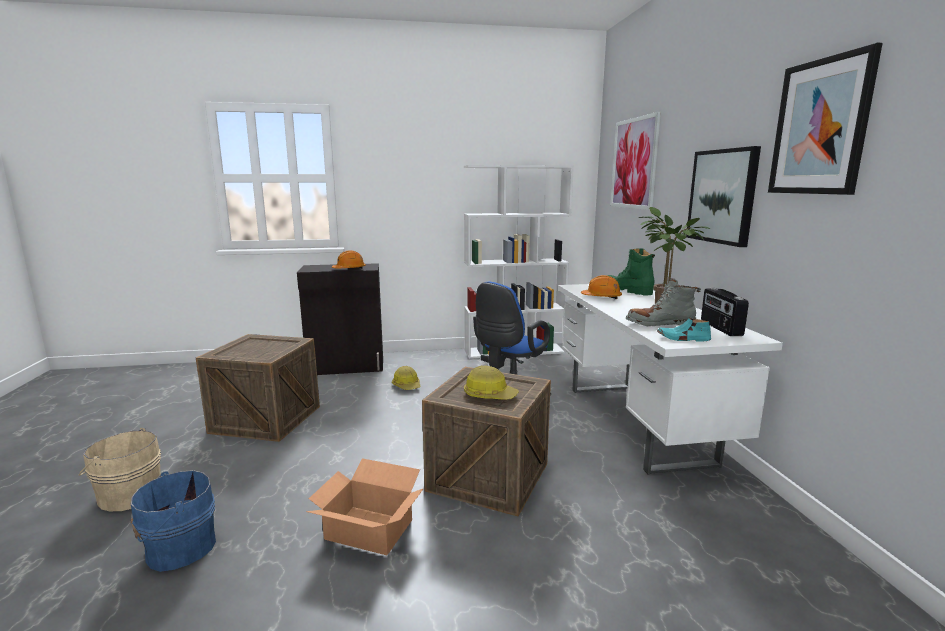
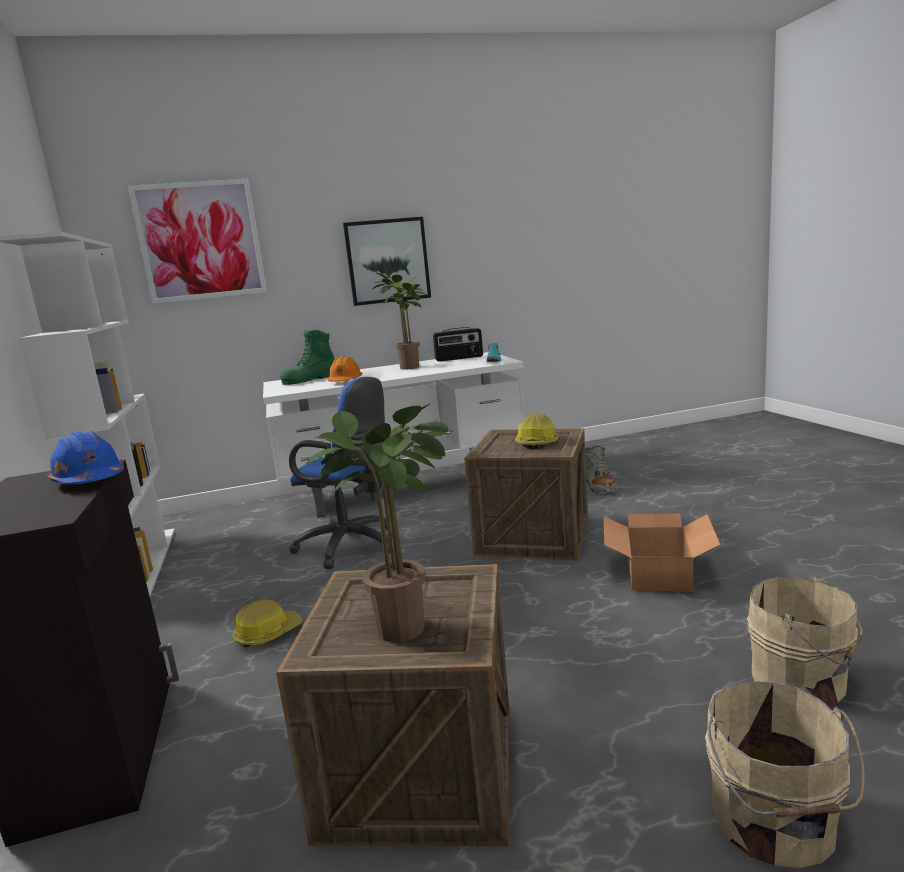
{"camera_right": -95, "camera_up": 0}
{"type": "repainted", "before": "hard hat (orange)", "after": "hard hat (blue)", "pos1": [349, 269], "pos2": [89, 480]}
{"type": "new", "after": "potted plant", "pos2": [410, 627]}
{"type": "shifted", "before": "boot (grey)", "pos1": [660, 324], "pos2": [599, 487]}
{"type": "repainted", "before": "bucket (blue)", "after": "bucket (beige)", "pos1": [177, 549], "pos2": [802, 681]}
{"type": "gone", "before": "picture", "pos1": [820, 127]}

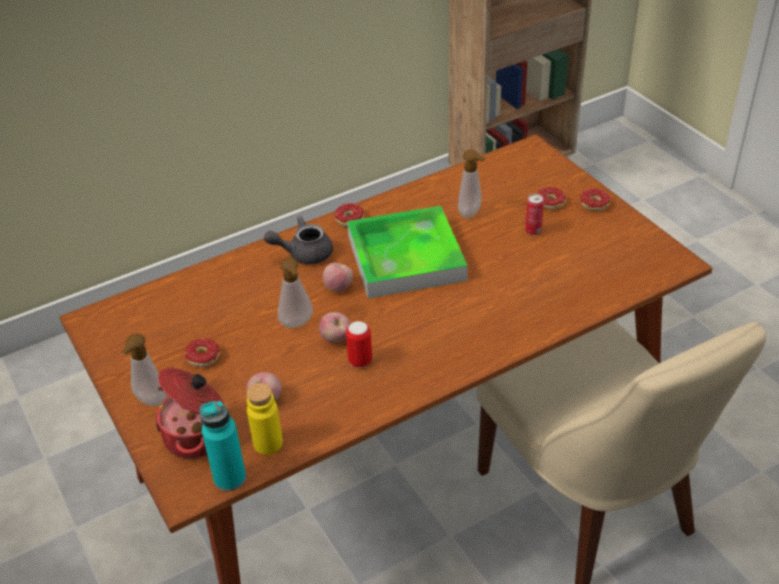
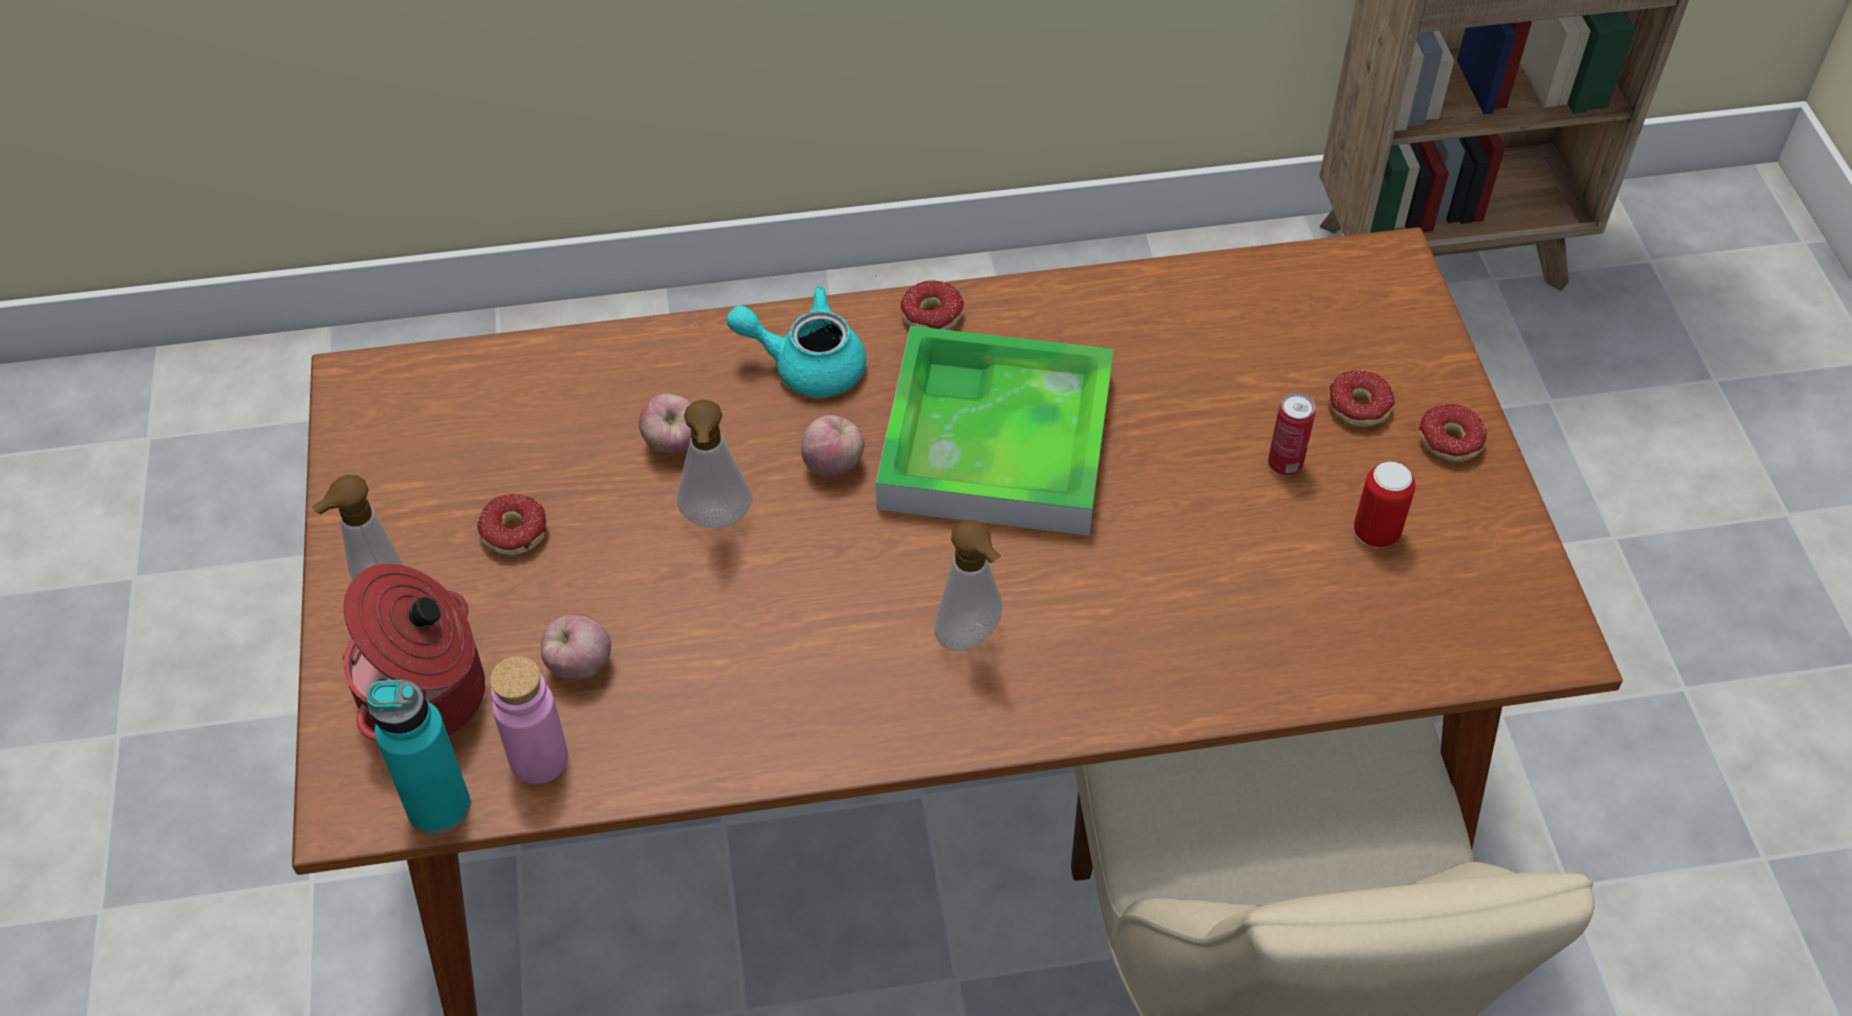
{"camera_right": 20, "camera_up": 10}
{"type": "repainted", "before": "bottle (yellow)", "after": "bottle (pink)", "pos1": [268, 443], "pos2": [539, 759]}
{"type": "shifted", "before": "apple", "pos1": [336, 339], "pos2": [673, 444]}
{"type": "repainted", "before": "teapot (grey)", "after": "teapot (turquoise)", "pos1": [303, 253], "pos2": [806, 365]}
{"type": "shifted", "before": "soap dispenser", "pos1": [471, 213], "pos2": [972, 639]}
{"type": "shifted", "before": "can", "pos1": [360, 361], "pos2": [1376, 533]}

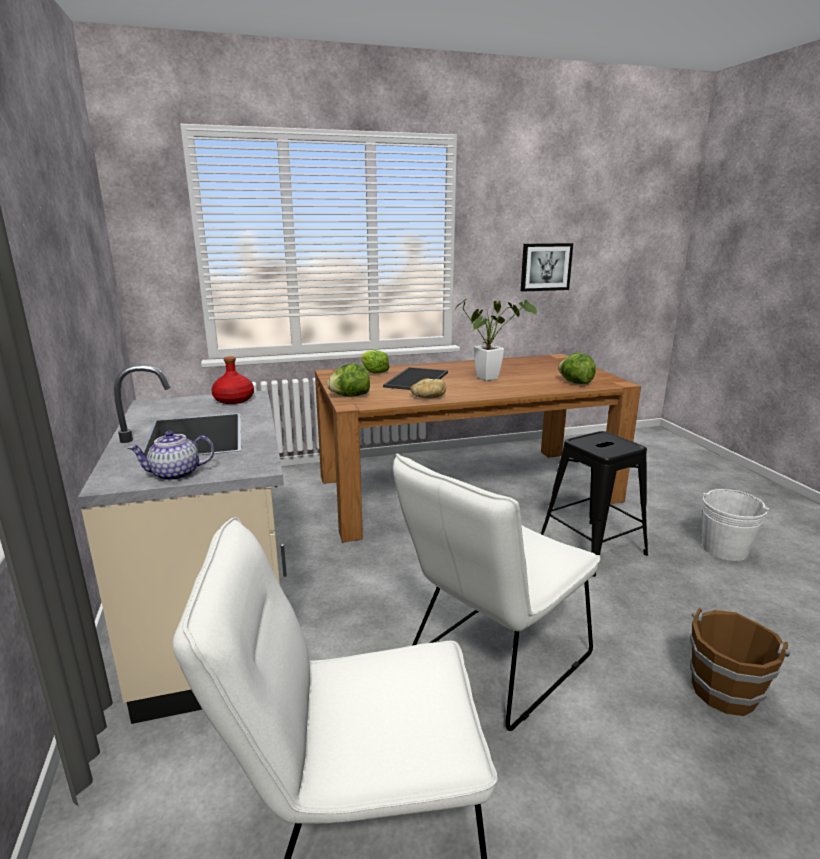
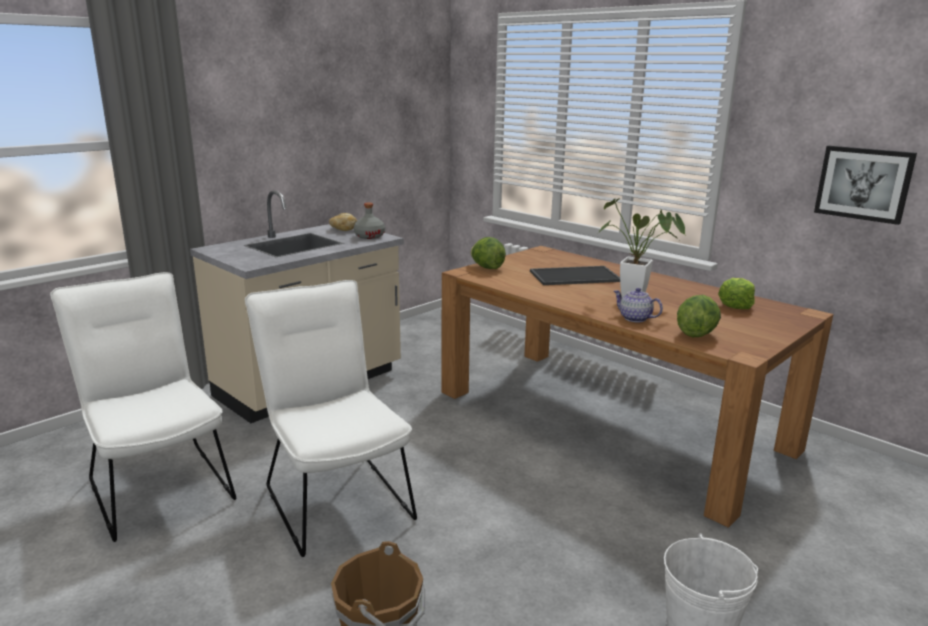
{"camera_right": 60, "camera_up": 0}
{"type": "rotated", "before": "chair (white)", "pos1": [491, 663], "pos2": [335, 497], "turn": 45}
{"type": "shifted", "before": "bread", "pos1": [428, 397], "pos2": [343, 229]}
{"type": "repainted", "before": "bottle (red)", "after": "bottle (grey)", "pos1": [233, 400], "pos2": [369, 236]}
{"type": "shifted", "before": "teapot", "pos1": [175, 474], "pos2": [634, 318]}
{"type": "shifted", "before": "lettuce", "pos1": [374, 371], "pos2": [735, 305]}
{"type": "gone", "before": "stool (black)", "pos1": [592, 547]}

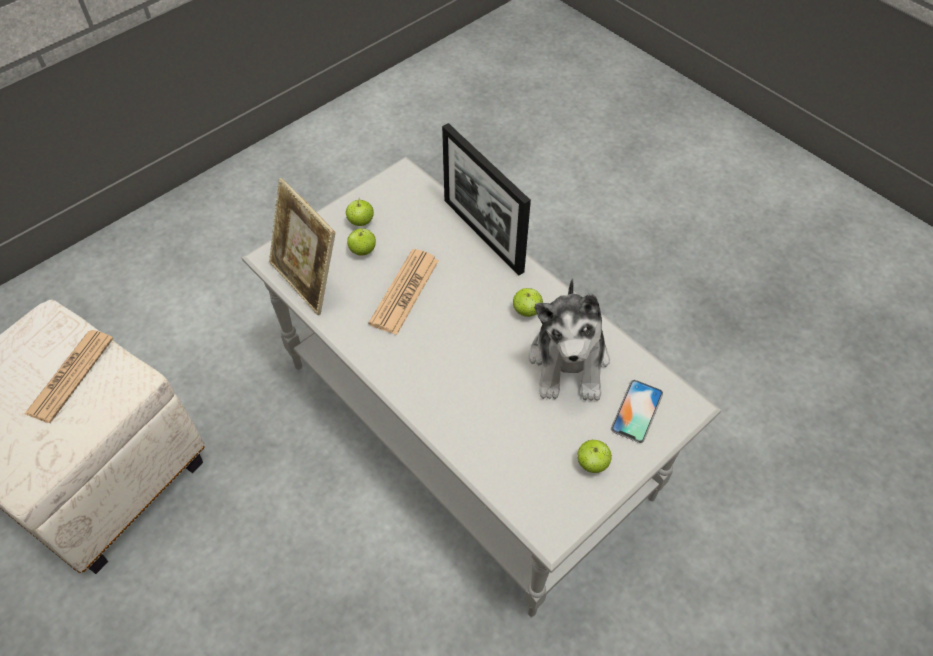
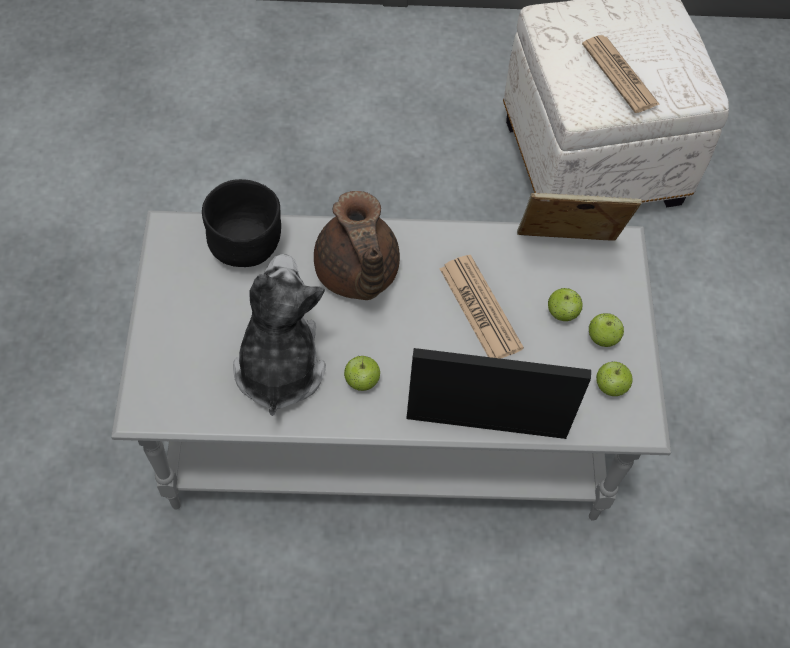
{"camera_right": 130, "camera_up": 5}
{"type": "new", "after": "bowl (black)", "pos2": [247, 249]}
{"type": "rotated", "before": "plush toy", "pos1": [569, 361], "pos2": [279, 366], "turn": 45}
{"type": "new", "after": "teapot (brown)", "pos2": [356, 274]}
{"type": "shifted", "before": "apple", "pos1": [592, 464], "pos2": [610, 387]}
{"type": "gone", "before": "phone", "pos1": [637, 411]}

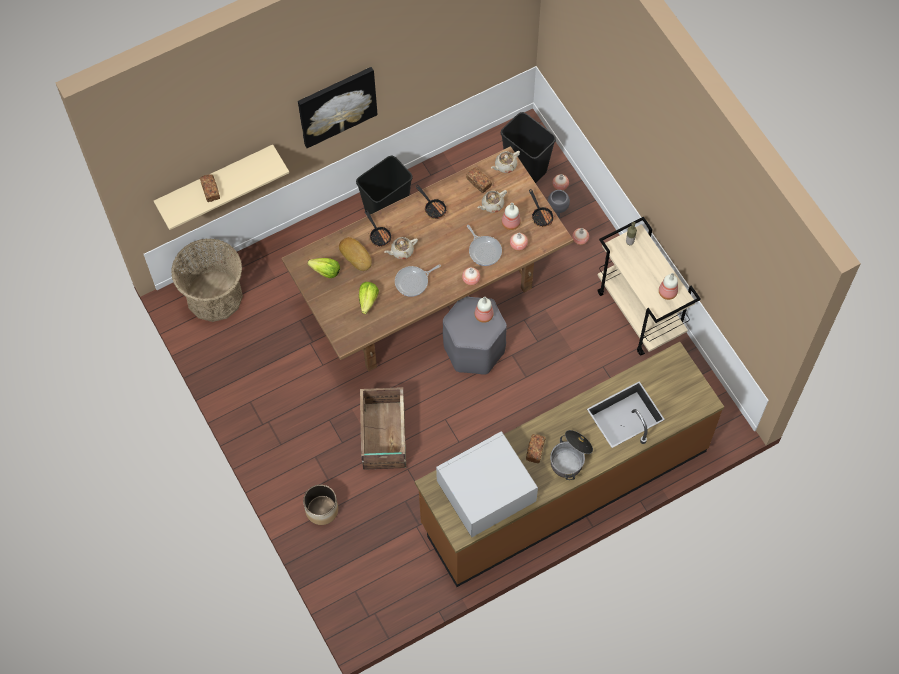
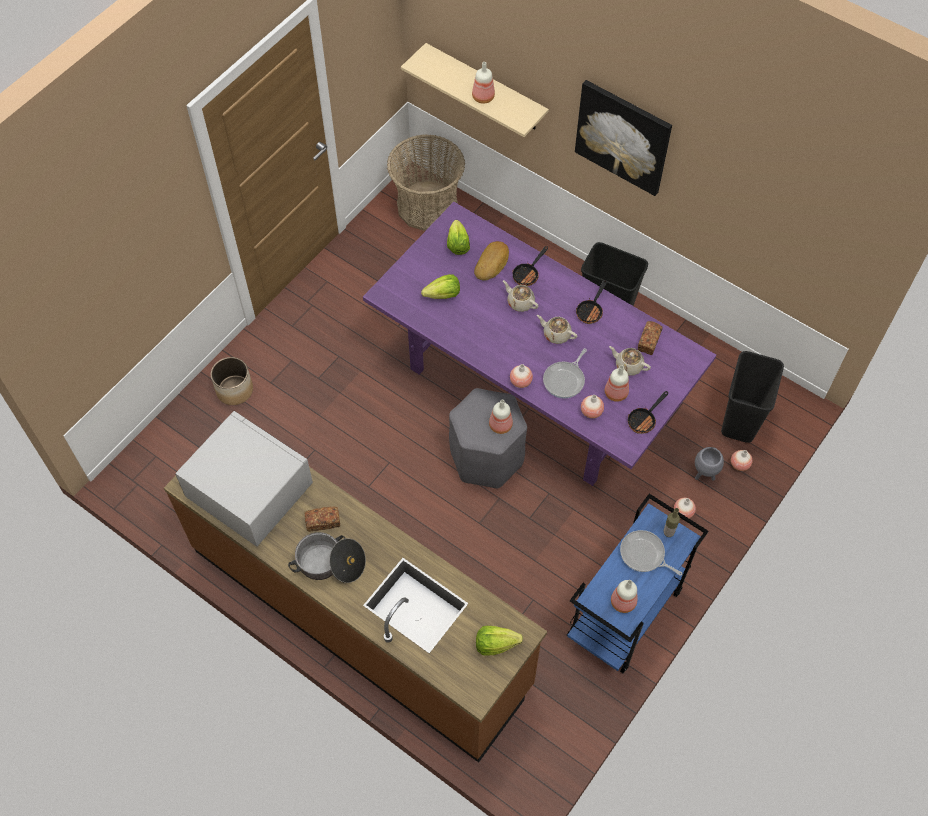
{"camera_right": 65, "camera_up": -5}
{"type": "repainted", "before": "dining table (brown)", "after": "dining table (purple)", "pos1": [430, 292], "pos2": [532, 388]}
{"type": "new", "after": "bottle", "pos2": [482, 97]}
{"type": "new", "after": "lettuce", "pos2": [495, 644]}
{"type": "shifted", "before": "teapot (beige)", "pos1": [505, 165], "pos2": [556, 334]}
{"type": "repainted", "before": "cart (beige)", "after": "cart (blue)", "pos1": [641, 313], "pos2": [624, 615]}
{"type": "shifted", "before": "frying pan", "pos1": [413, 282], "pos2": [644, 555]}
{"type": "gone", "before": "bread", "pos1": [210, 191]}
{"type": "gone", "before": "crate", "pos1": [383, 437]}

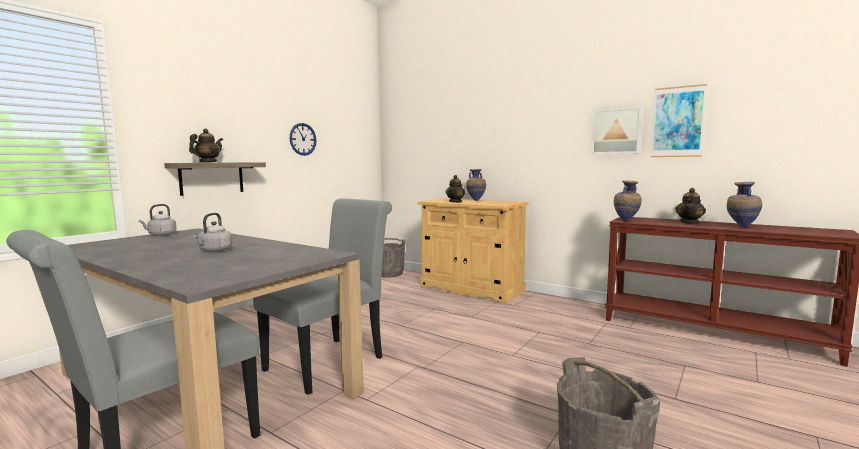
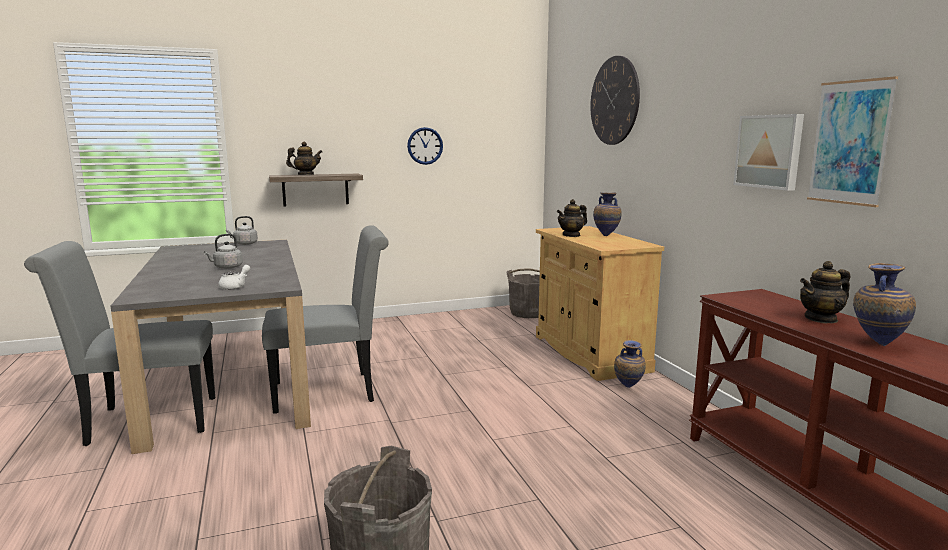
{"camera_right": 35, "camera_up": 5}
{"type": "new", "after": "teapot (white)", "pos2": [235, 286]}
{"type": "new", "after": "wall clock", "pos2": [614, 101]}
{"type": "shifted", "before": "vase", "pos1": [626, 221], "pos2": [628, 388]}

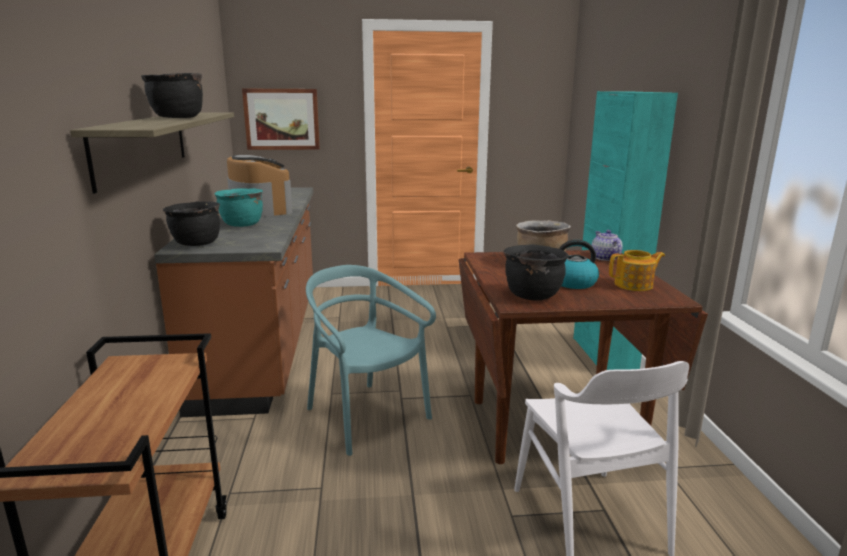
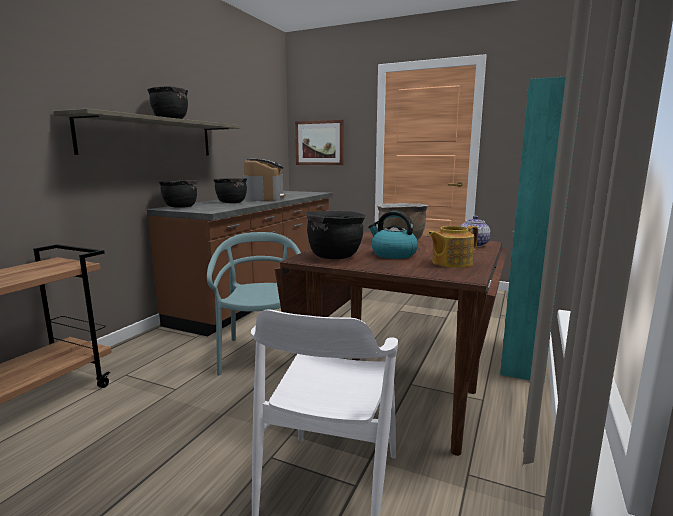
{"camera_right": 30, "camera_up": -5}
{"type": "repainted", "before": "cooking pot (turquoise)", "after": "cooking pot (black)", "pos1": [241, 225], "pos2": [231, 202]}
{"type": "rotated", "before": "teapot", "pos1": [634, 285], "pos2": [450, 263], "turn": 135}

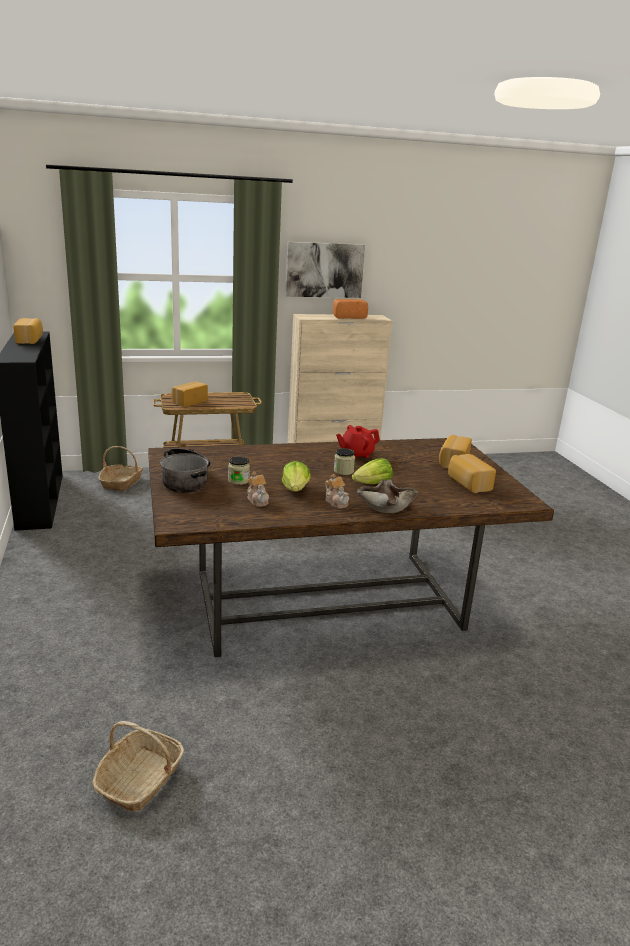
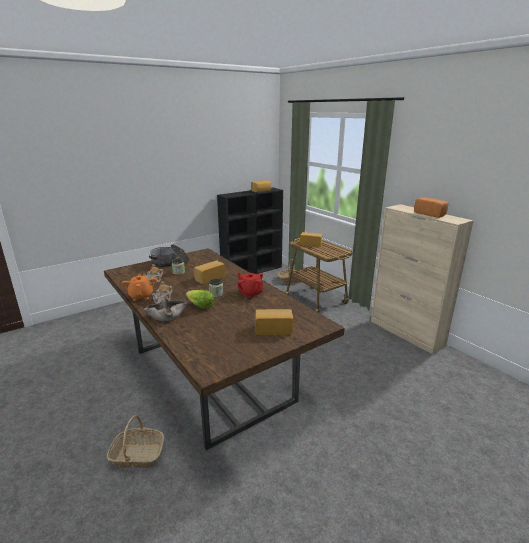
{"camera_right": 70, "camera_up": 0}
{"type": "shifted", "before": "basket", "pos1": [140, 780], "pos2": [137, 455]}
{"type": "new", "after": "teapot (orange)", "pos2": [141, 296]}
{"type": "shifted", "before": "bread", "pos1": [468, 484], "pos2": [209, 278]}
{"type": "gone", "before": "lettuce", "pos1": [295, 489]}
{"type": "gone", "before": "picture", "pos1": [324, 270]}

